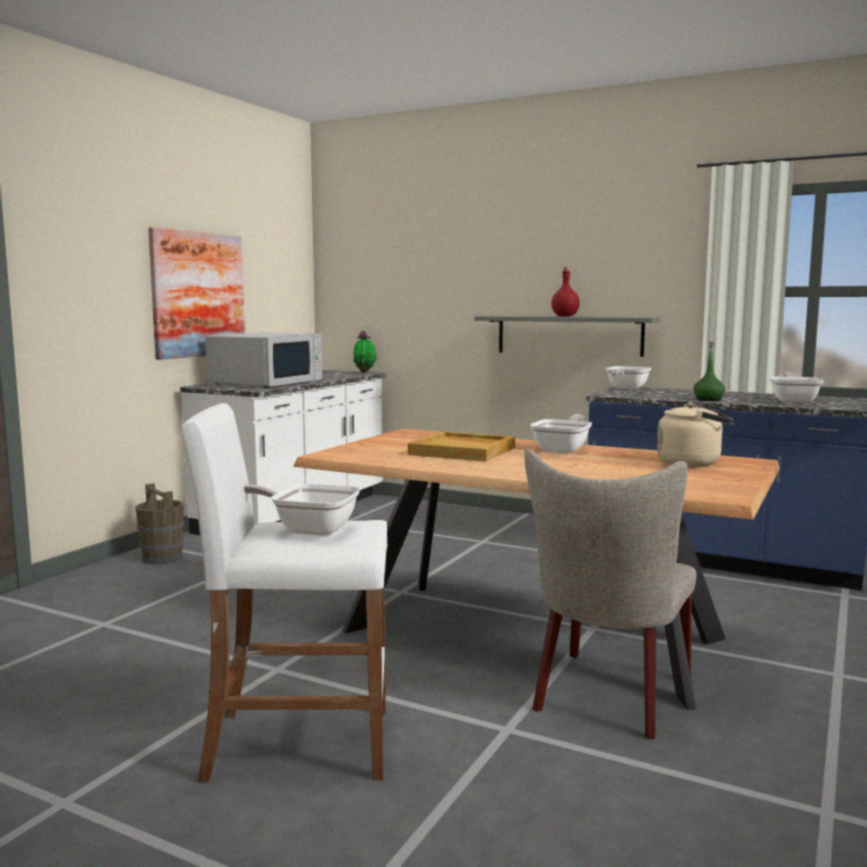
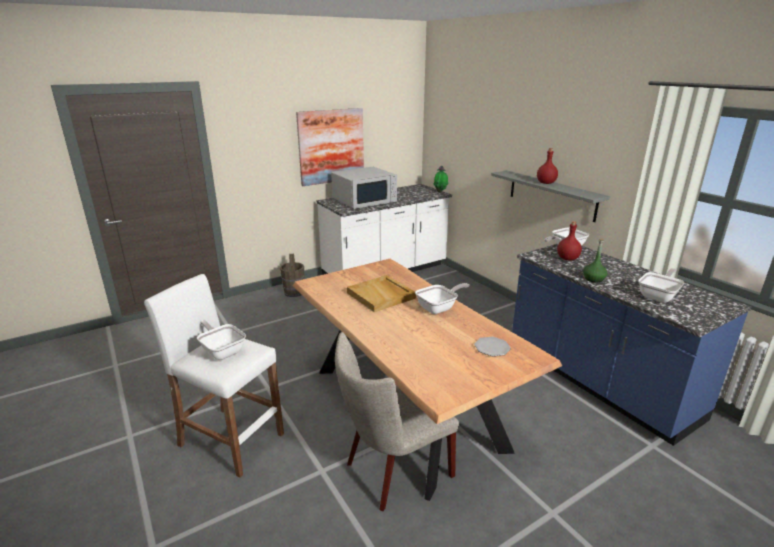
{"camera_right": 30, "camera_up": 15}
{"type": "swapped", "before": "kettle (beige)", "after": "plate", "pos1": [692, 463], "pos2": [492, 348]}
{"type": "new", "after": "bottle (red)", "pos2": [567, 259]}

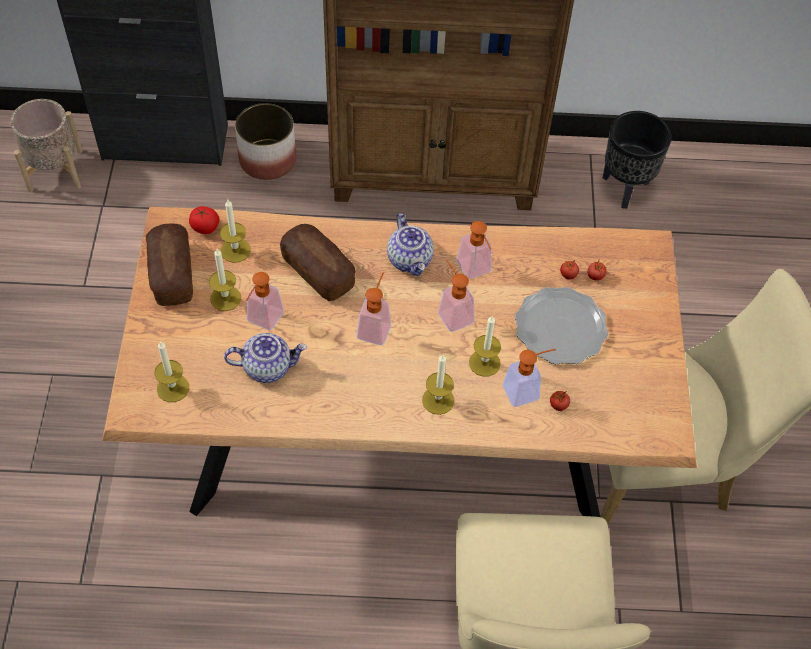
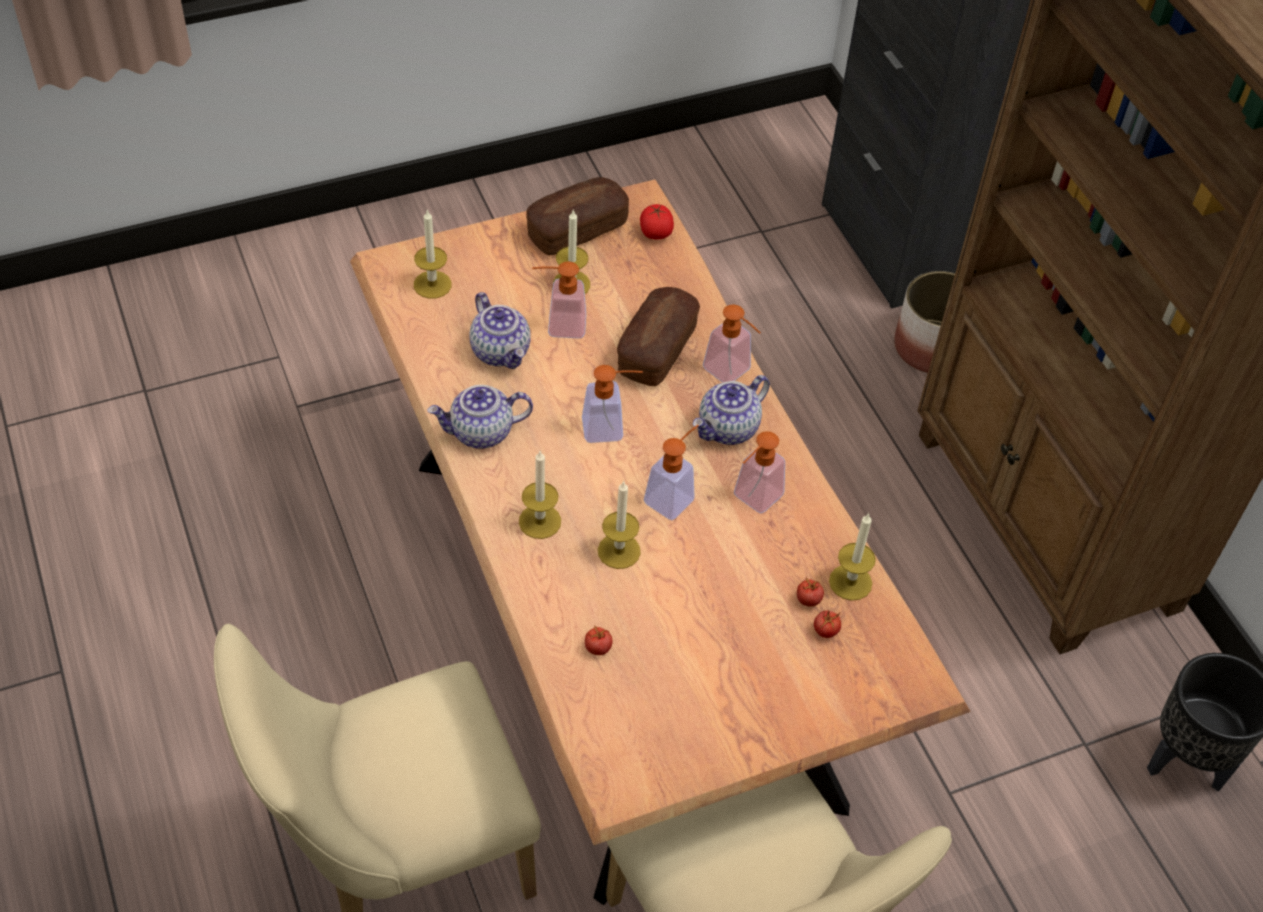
{"camera_right": 65, "camera_up": -5}
{"type": "new", "after": "teapot", "pos2": [481, 433]}
{"type": "shifted", "before": "soap dispenser", "pos1": [527, 390], "pos2": [732, 373]}
{"type": "shifted", "before": "candle", "pos1": [235, 250], "pos2": [850, 582]}
{"type": "gone", "before": "planter (beige)", "pos1": [55, 170]}
{"type": "gone", "before": "plate", "pos1": [560, 329]}

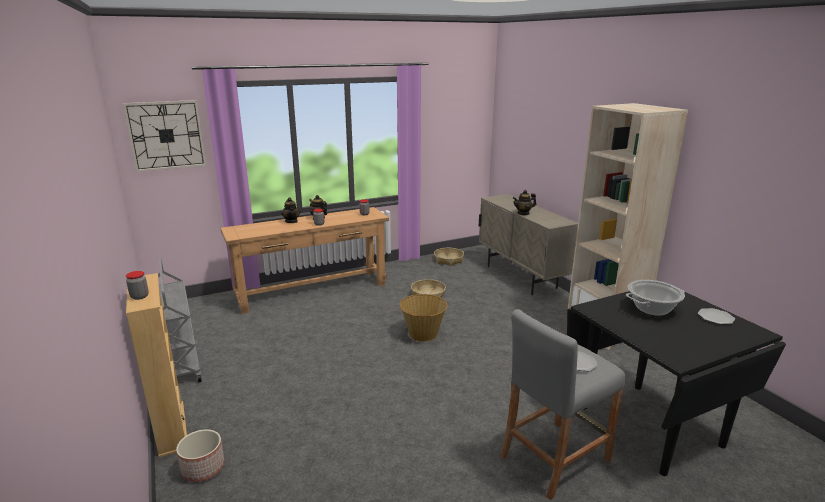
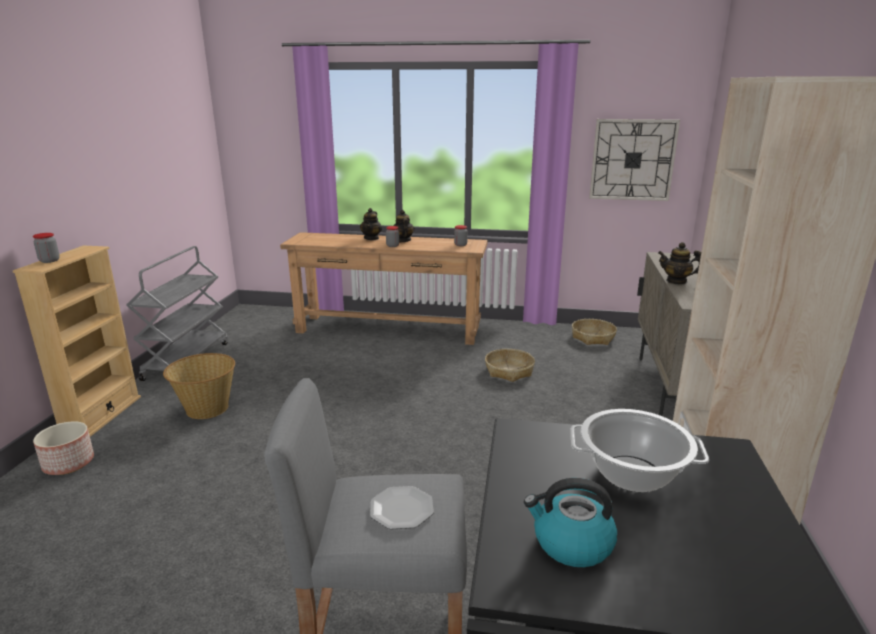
{"camera_right": 35, "camera_up": 0}
{"type": "shifted", "before": "basket", "pos1": [423, 334], "pos2": [206, 409]}
{"type": "new", "after": "kettle", "pos2": [571, 543]}
{"type": "shifted", "before": "wall clock", "pos1": [166, 135], "pos2": [632, 160]}
{"type": "gone", "before": "plate", "pos1": [715, 317]}

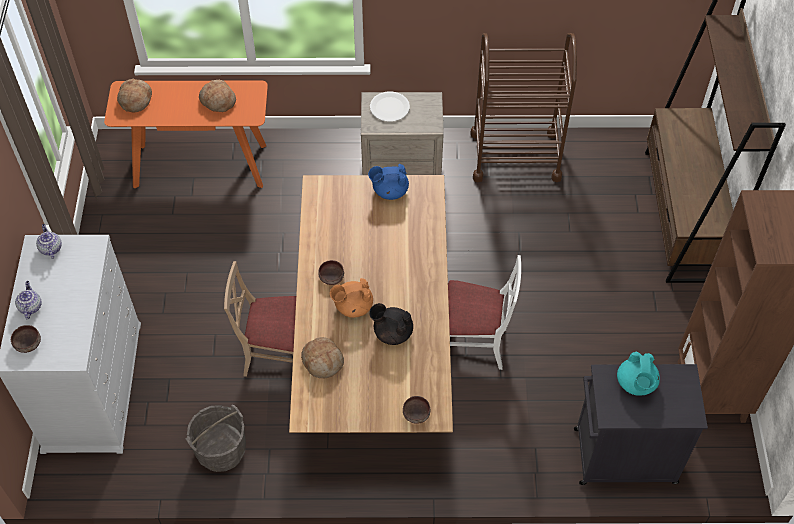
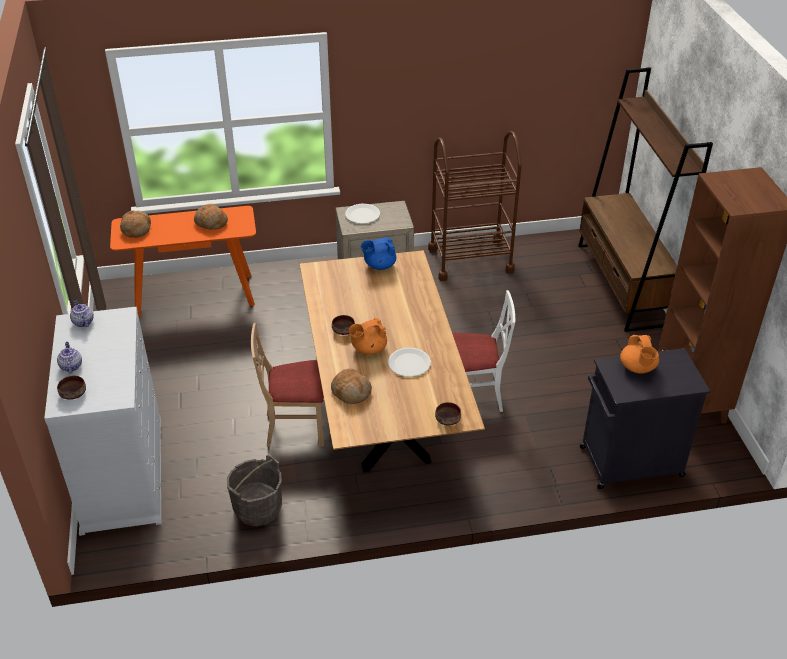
{"camera_right": -10, "camera_up": -15}
{"type": "swapped", "before": "teapot (black)", "after": "plate (white)", "pos1": [392, 332], "pos2": [409, 363]}
{"type": "repainted", "before": "teapot (turquoise)", "after": "teapot (orange)", "pos1": [636, 384], "pos2": [637, 368]}

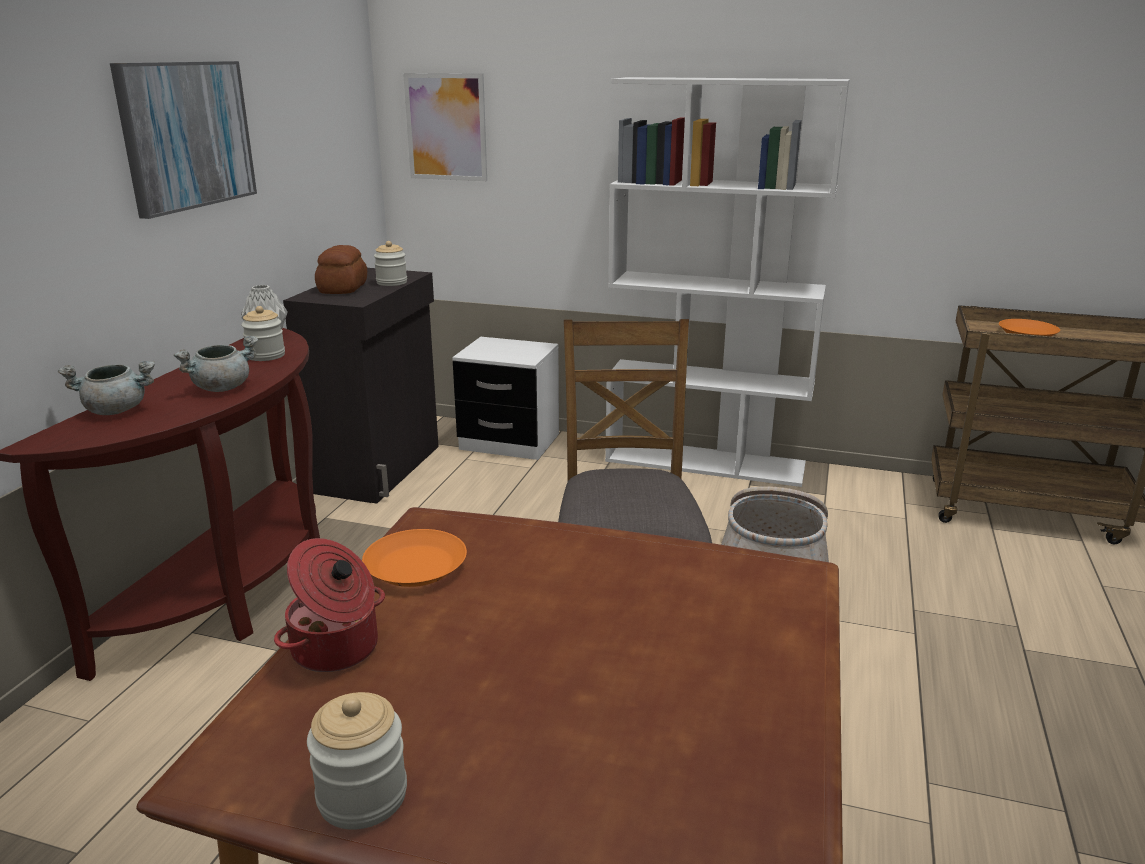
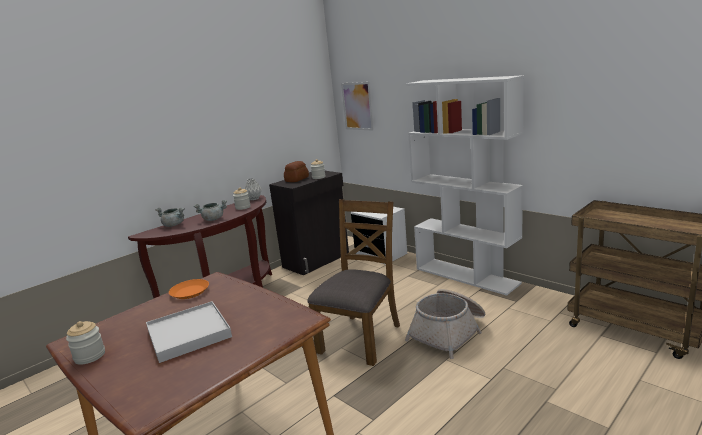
{"camera_right": 30, "camera_up": -5}
{"type": "new", "after": "tray (white)", "pos2": [189, 334]}
{"type": "gone", "before": "picture", "pos1": [186, 135]}
{"type": "gone", "before": "cooking pot", "pos1": [337, 649]}
{"type": "gone", "before": "plate (orange)", "pos1": [1028, 334]}

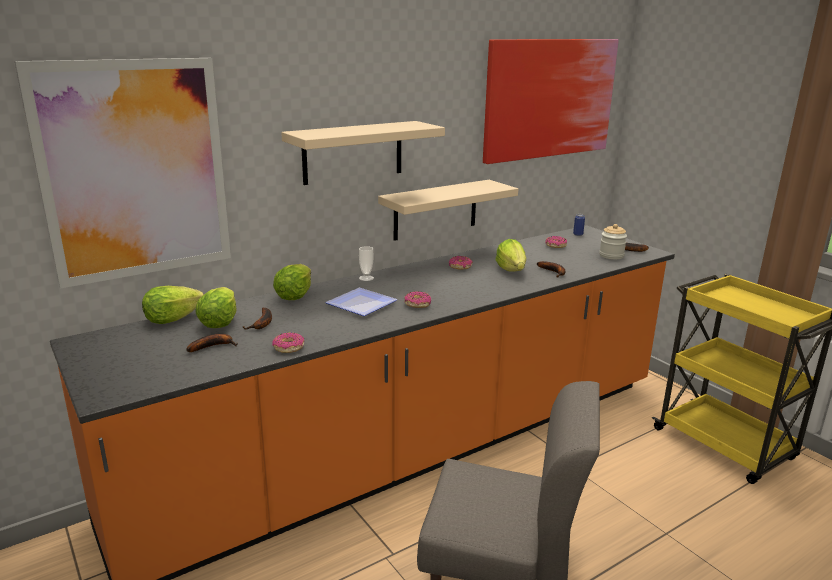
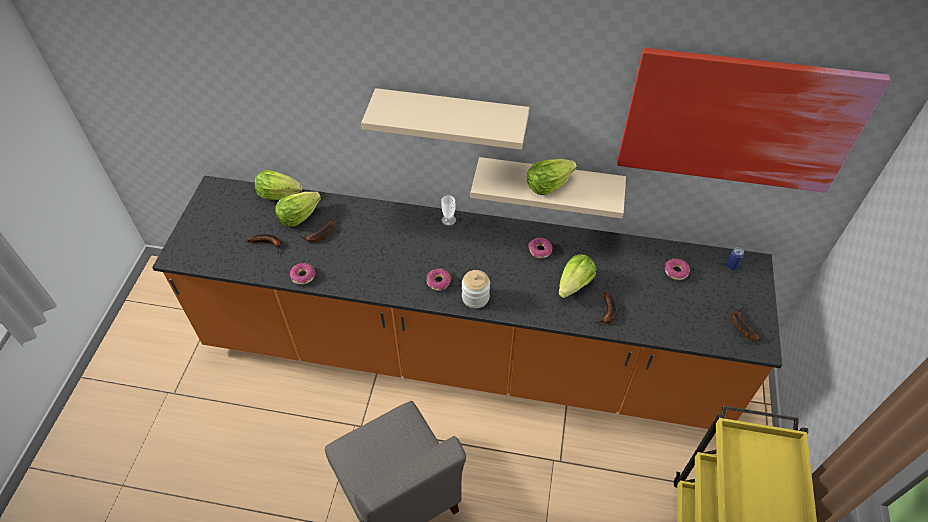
{"camera_right": 45, "camera_up": 30}
{"type": "shifted", "before": "jar", "pos1": [611, 255], "pos2": [475, 297]}
{"type": "shifted", "before": "lettuce", "pos1": [294, 295], "pos2": [548, 185]}
{"type": "gone", "before": "picture", "pos1": [135, 171]}
{"type": "gone", "before": "plate", "pos1": [359, 304]}

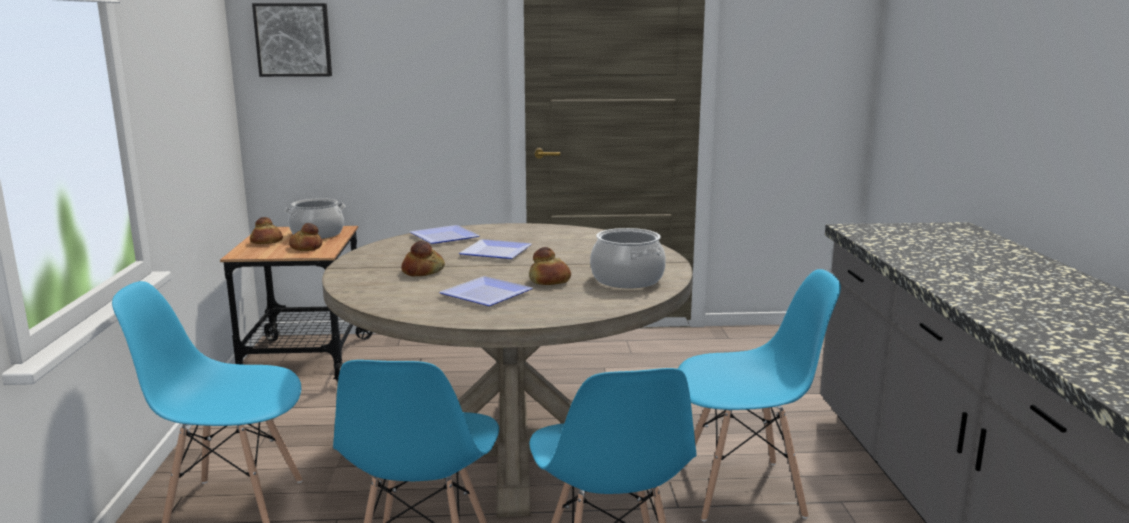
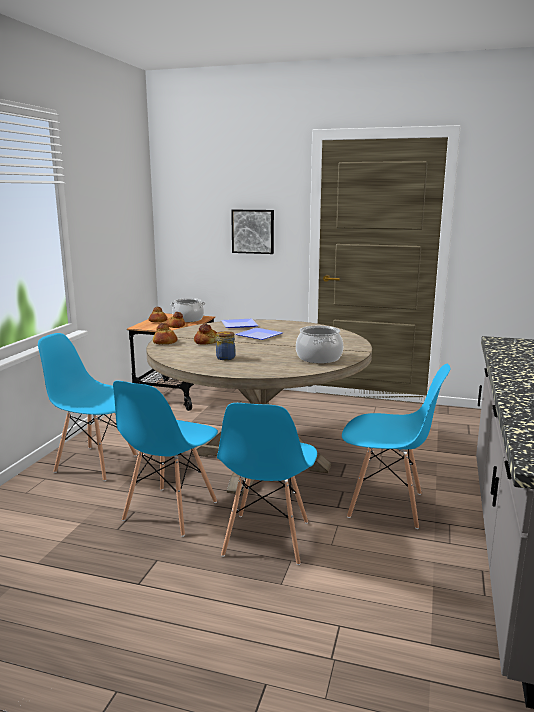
{"camera_right": 20, "camera_up": 0}
{"type": "shifted", "before": "bread", "pos1": [549, 281], "pos2": [165, 343]}
{"type": "swapped", "before": "plate", "after": "jar", "pos1": [483, 295], "pos2": [225, 357]}
{"type": "shifted", "before": "picture", "pos1": [293, 40], "pos2": [253, 231]}

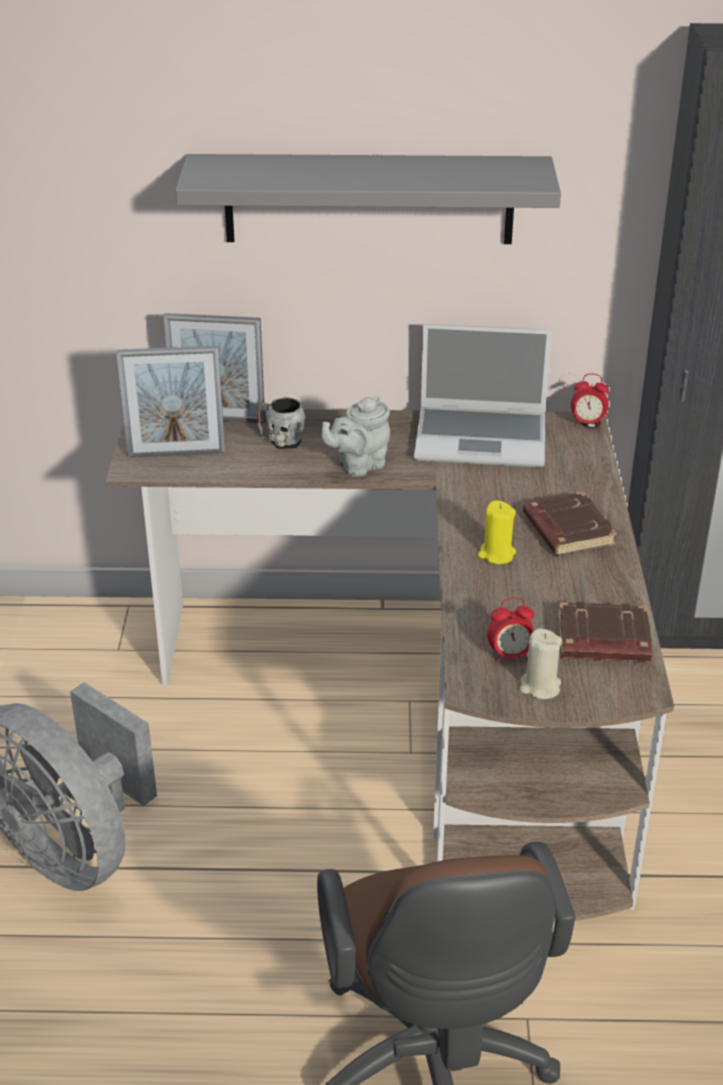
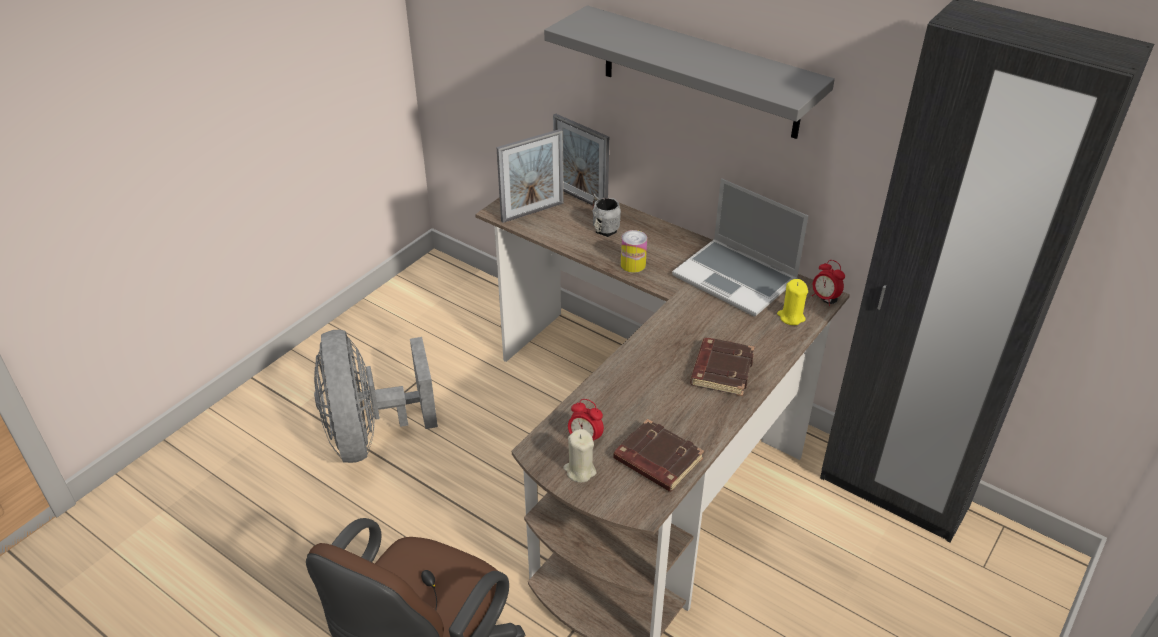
{"camera_right": 35, "camera_up": 5}
{"type": "rotated", "before": "picture frame", "pos1": [176, 454], "pos2": [532, 212], "turn": -60}
{"type": "swapped", "before": "teapot (grey)", "after": "can", "pos1": [358, 465], "pos2": [633, 264]}
{"type": "shifted", "before": "candle (yellow)", "pos1": [496, 554], "pos2": [791, 317]}

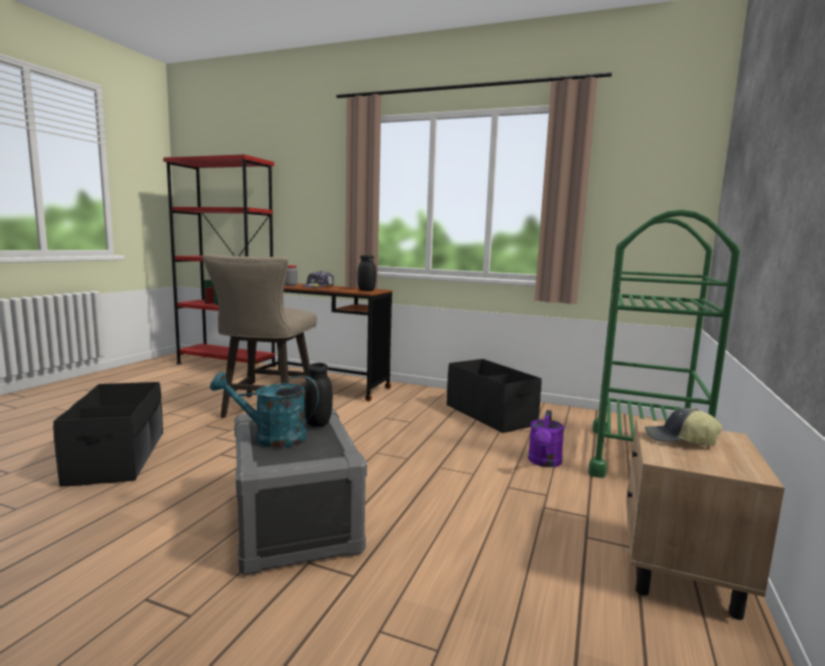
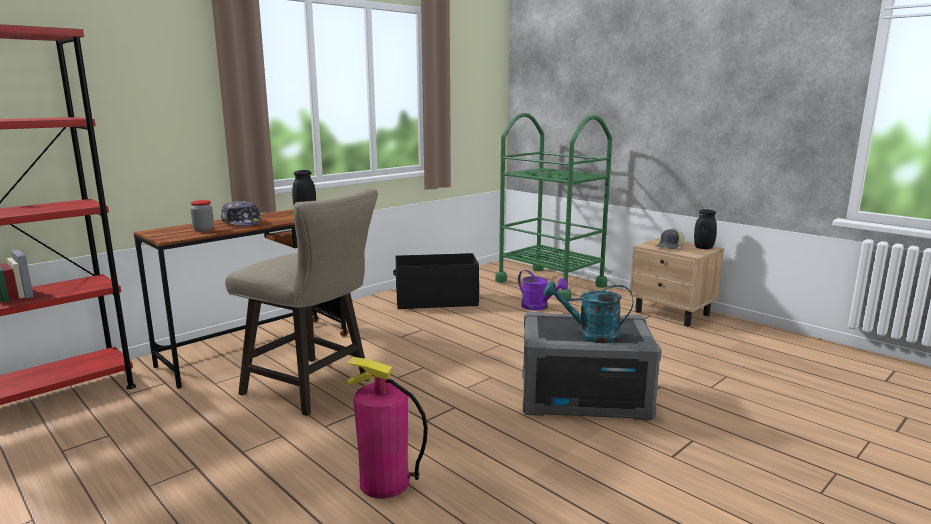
{"camera_right": -65, "camera_up": 5}
{"type": "swapped", "before": "storage box (black)", "after": "fire extinguisher", "pos1": [118, 457], "pos2": [384, 483]}
{"type": "rotated", "before": "watering can (turquoise)", "pos1": [271, 438], "pos2": [590, 335], "turn": 75}
{"type": "shifted", "before": "jar (black)", "pos1": [318, 423], "pos2": [703, 247]}

